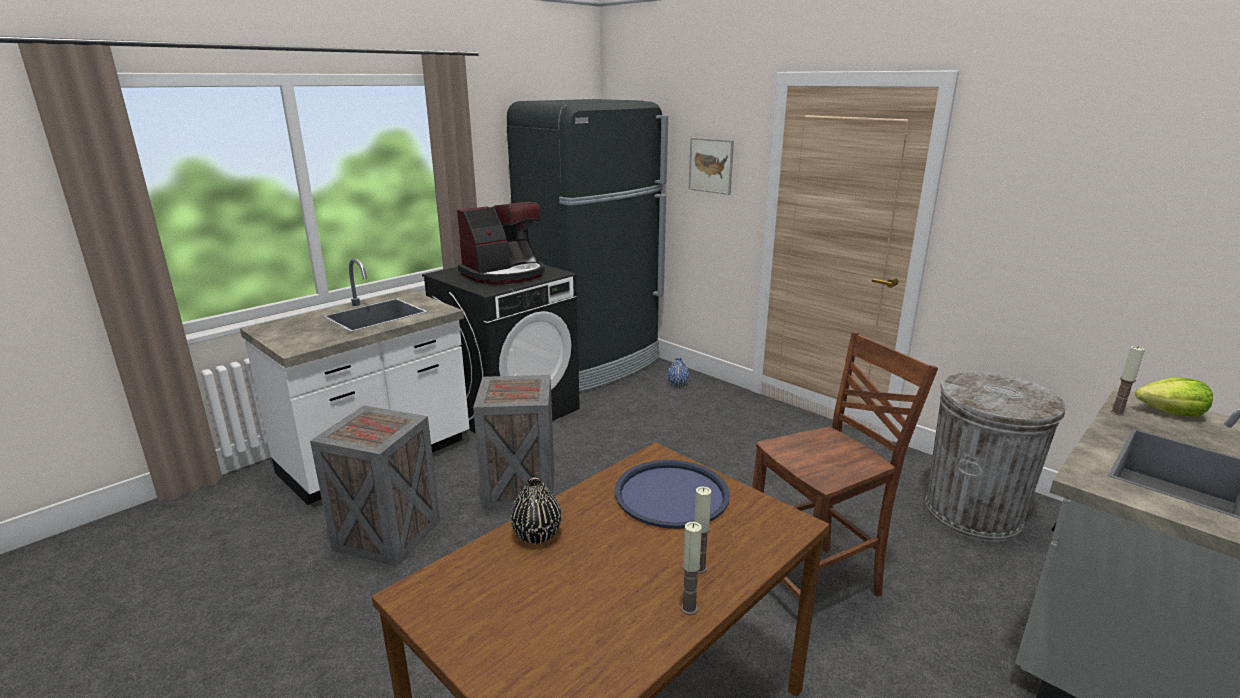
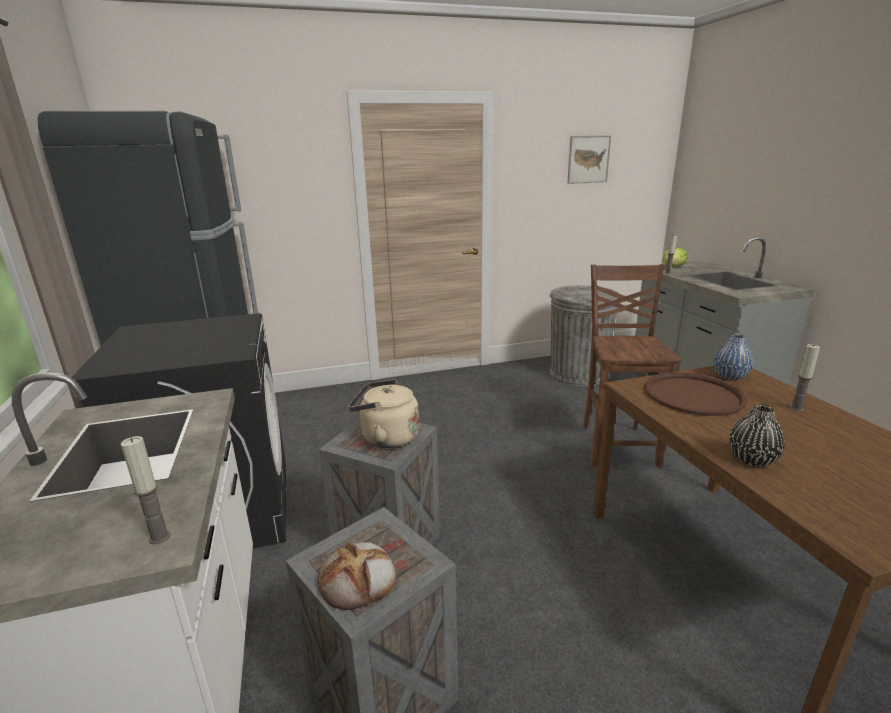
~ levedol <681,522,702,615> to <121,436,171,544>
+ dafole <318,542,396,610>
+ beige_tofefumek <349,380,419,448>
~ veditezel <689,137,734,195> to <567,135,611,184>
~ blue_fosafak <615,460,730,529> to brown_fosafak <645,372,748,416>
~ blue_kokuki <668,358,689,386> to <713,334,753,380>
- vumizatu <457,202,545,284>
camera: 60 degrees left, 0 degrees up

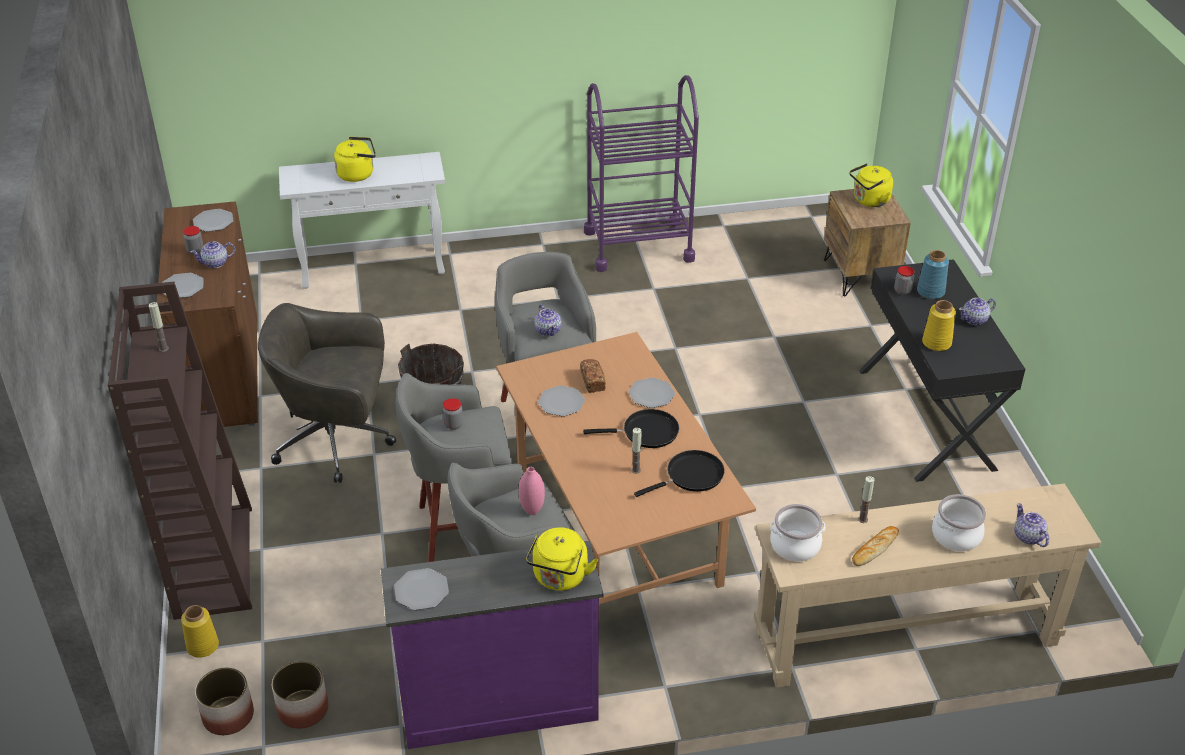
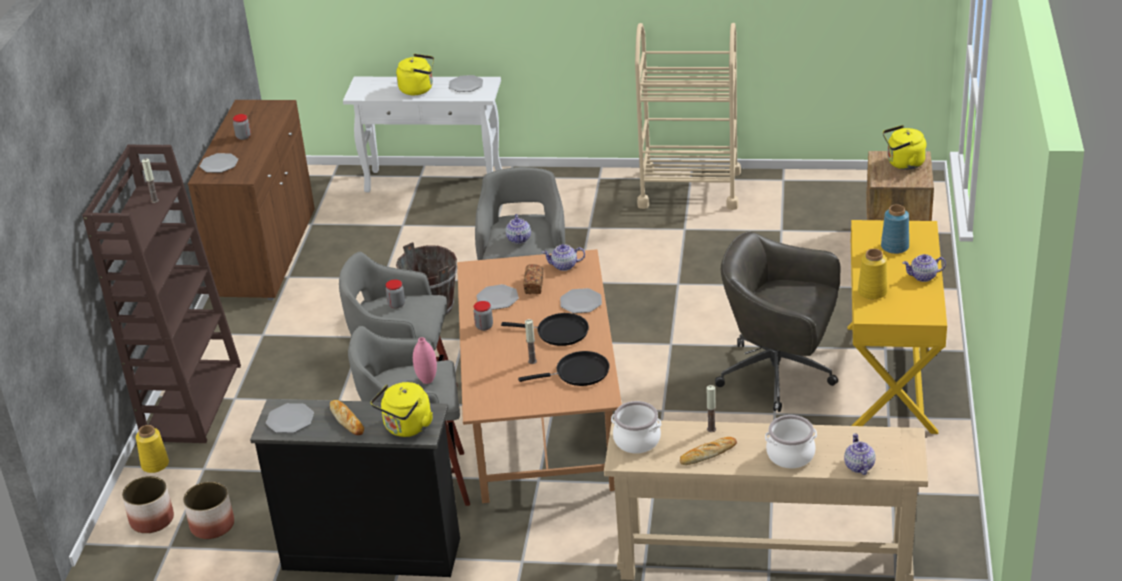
~ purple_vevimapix <381,541,603,749> to black_vevimapix <250,399,460,577>
+ dafole <330,400,364,435>
~ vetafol <193,209,234,232> to <449,75,483,92>
~ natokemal <894,266,915,295> to <473,301,493,331>
~ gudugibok <190,241,235,268> to <542,244,585,271>
~ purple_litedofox <584,75,699,272> to beige_litedofox <635,23,741,210>
~ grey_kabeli <258,303,396,483> to <715,231,840,412>
~ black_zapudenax <859,259,1025,482> to yellow_zapudenax <847,220,947,434>
camera: 20 degrees right, 5 degrees down

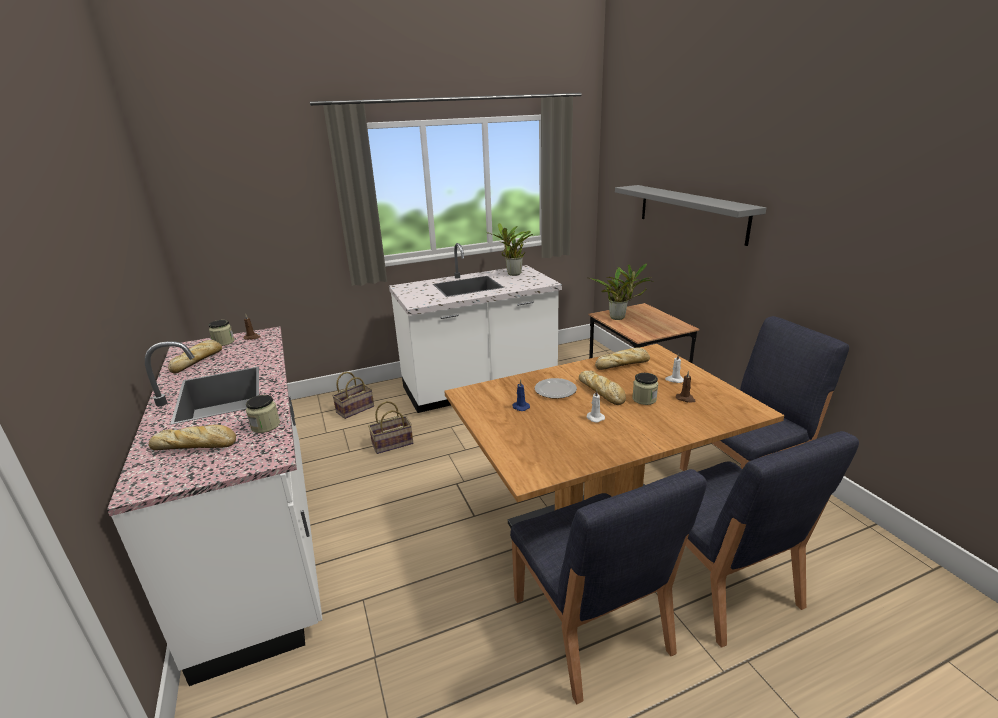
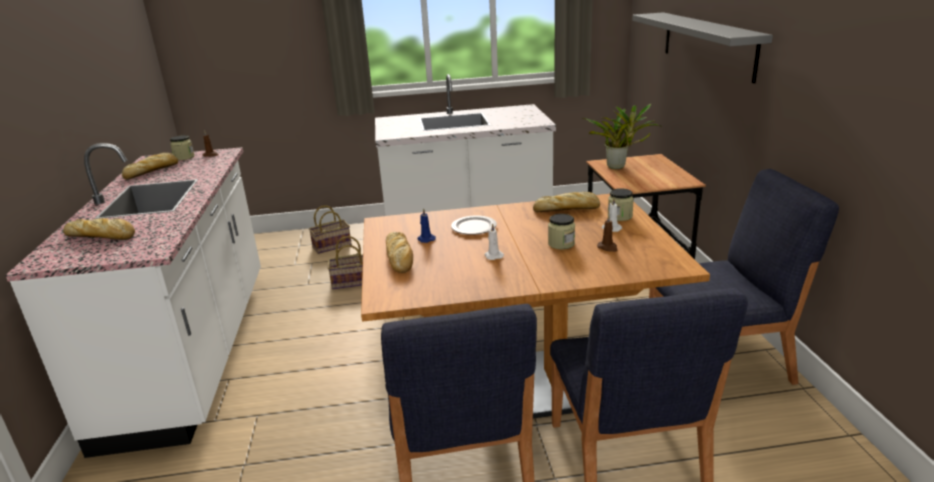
~ dafole <579,370,626,405> to <386,232,413,273>
~ natokemal <246,395,280,433> to <608,188,634,221>
- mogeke <487,223,533,276>
camera: 15 degrees right, 0 degrees up

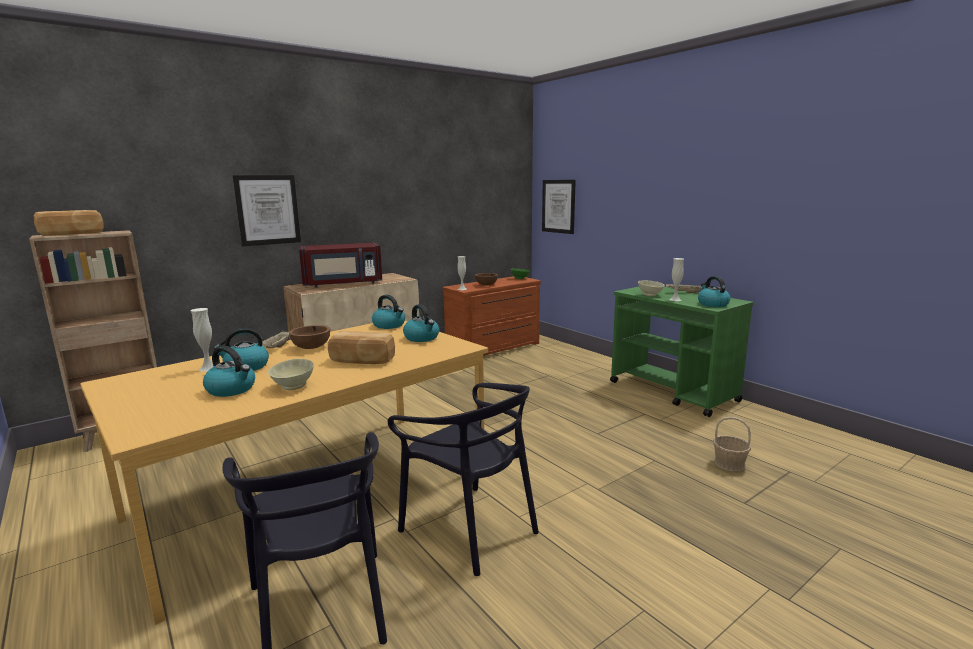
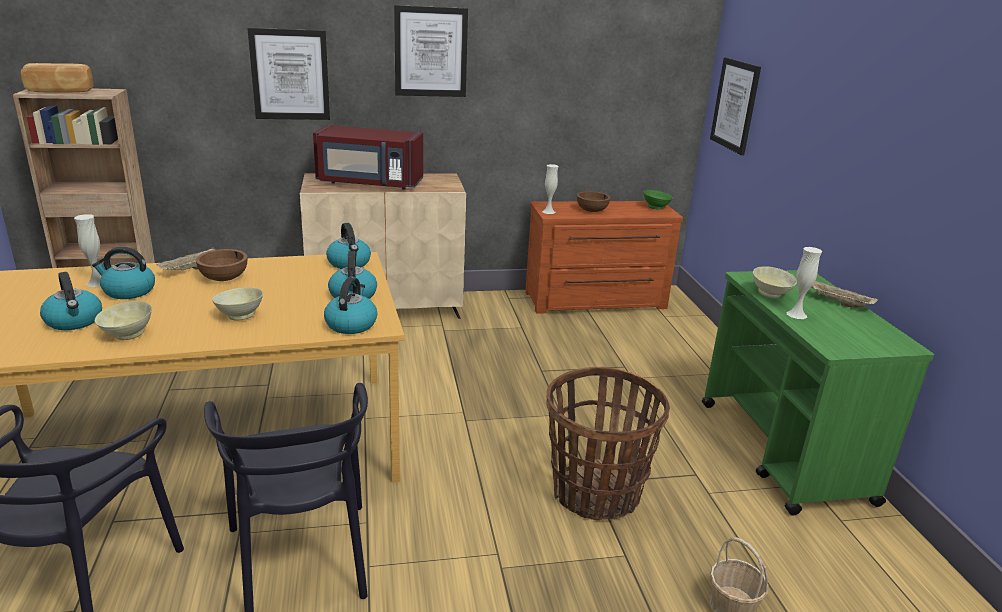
~ dafole <328,331,395,364> to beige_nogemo <212,287,263,321>
~ tofefumek <698,276,731,307> to <324,277,377,334>
+ veditezel <394,5,468,97>
+ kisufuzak <546,367,670,520>
camera: 25 degrees right, 10 degrees up

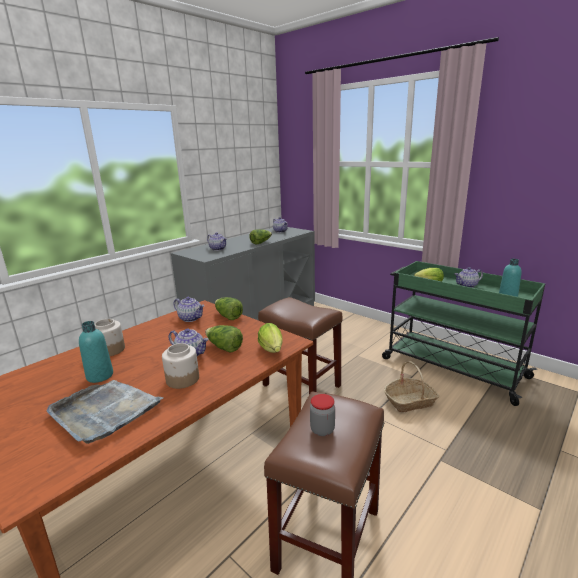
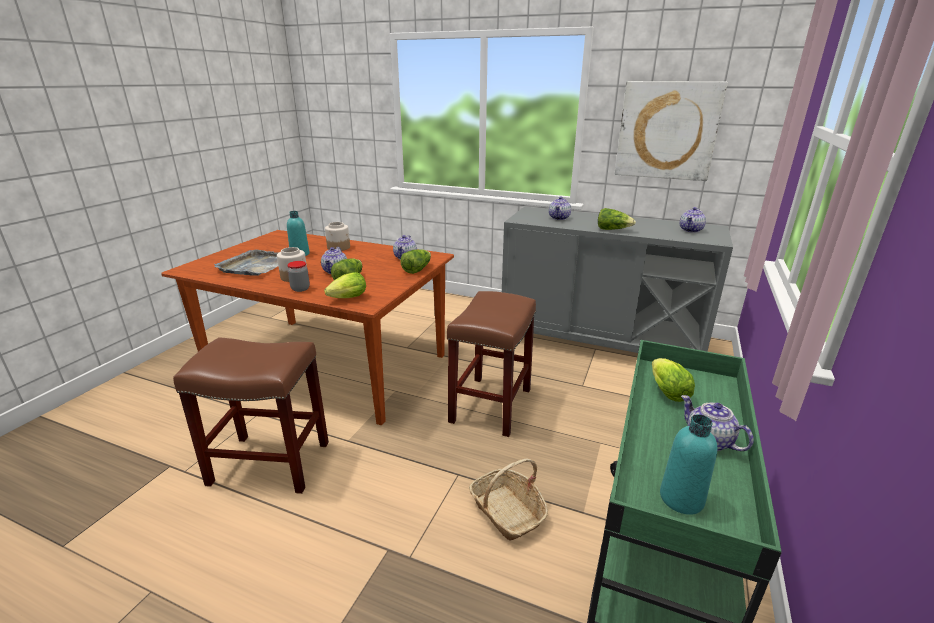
~ natokemal <310,394,335,436> to <287,261,310,292>
+ veditezel <615,81,728,181>
camera: 70 degrees right, 5 degrees up

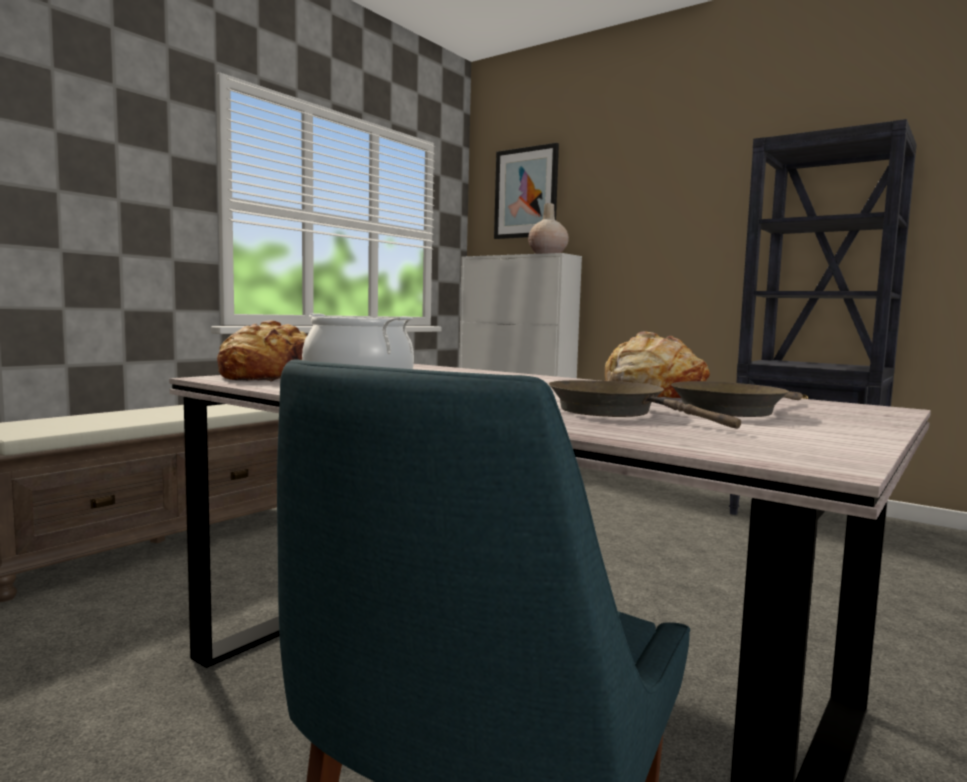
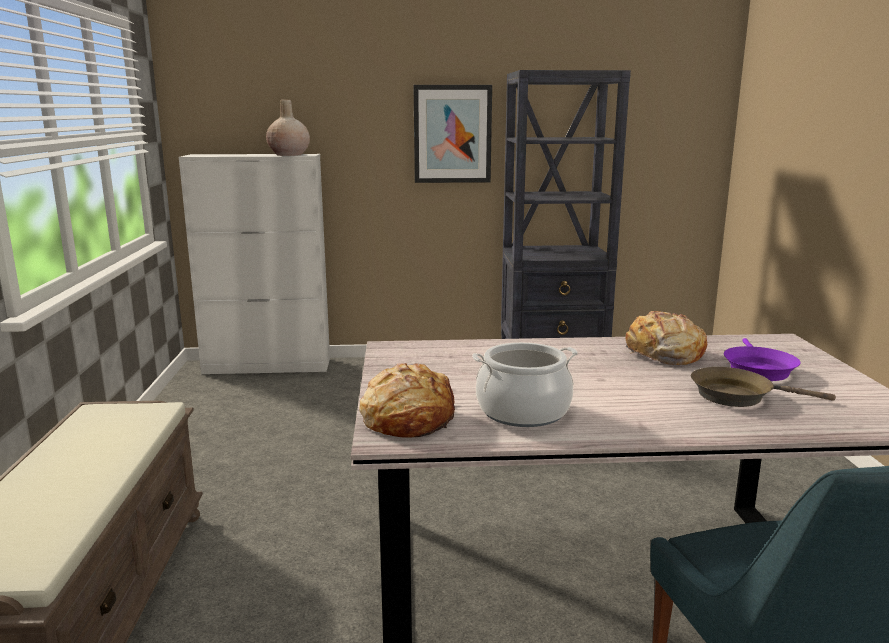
~ veditezel <494,143,559,239> to <414,85,492,183>
~ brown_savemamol <671,381,803,417> to purple_savemamol <724,338,801,381>
camera: 40 degrees left, 10 degrees up

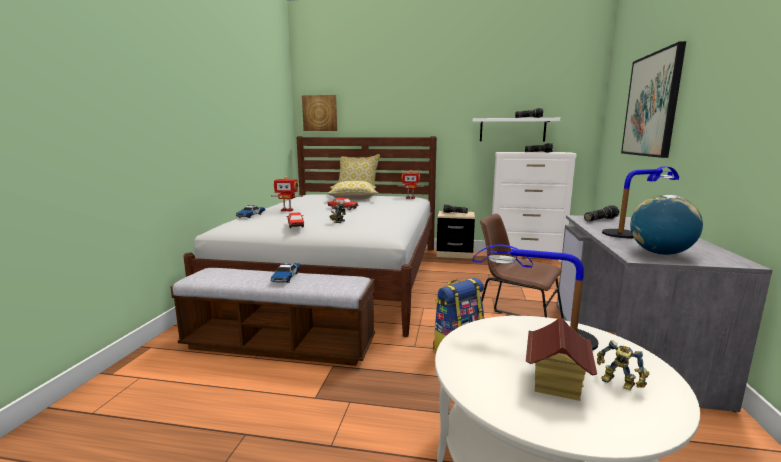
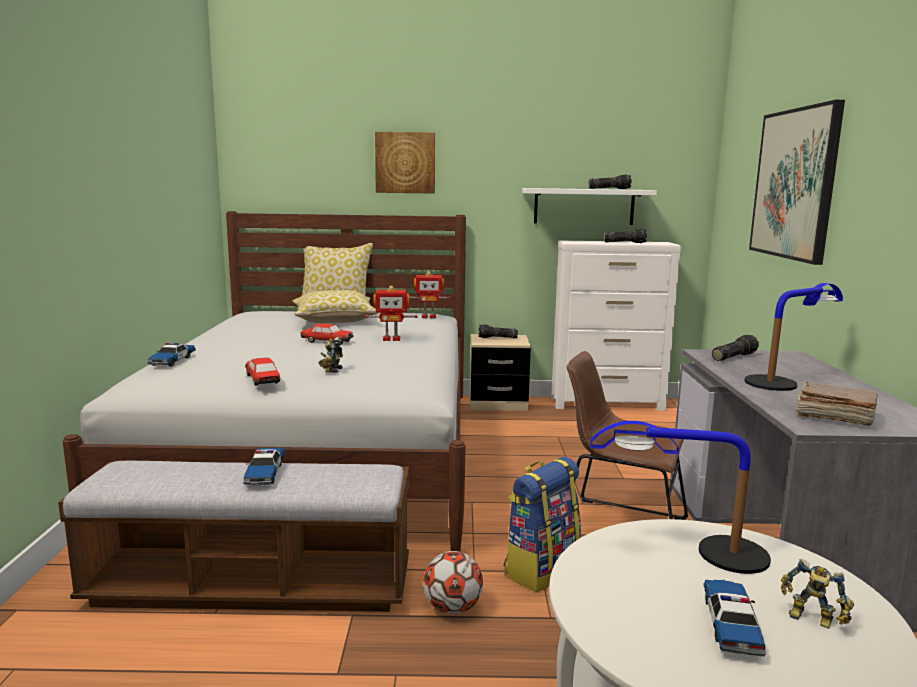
~ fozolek <271,176,303,211> to <365,286,418,341>
~ veditezel <302,95,337,131> to <375,132,435,194>
+ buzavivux <423,551,483,614>
~ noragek <526,318,597,401> to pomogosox <704,580,766,657>
~ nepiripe <630,195,703,255> to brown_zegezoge <796,382,878,426>
camera: 10 degrees left, 0 degrees up

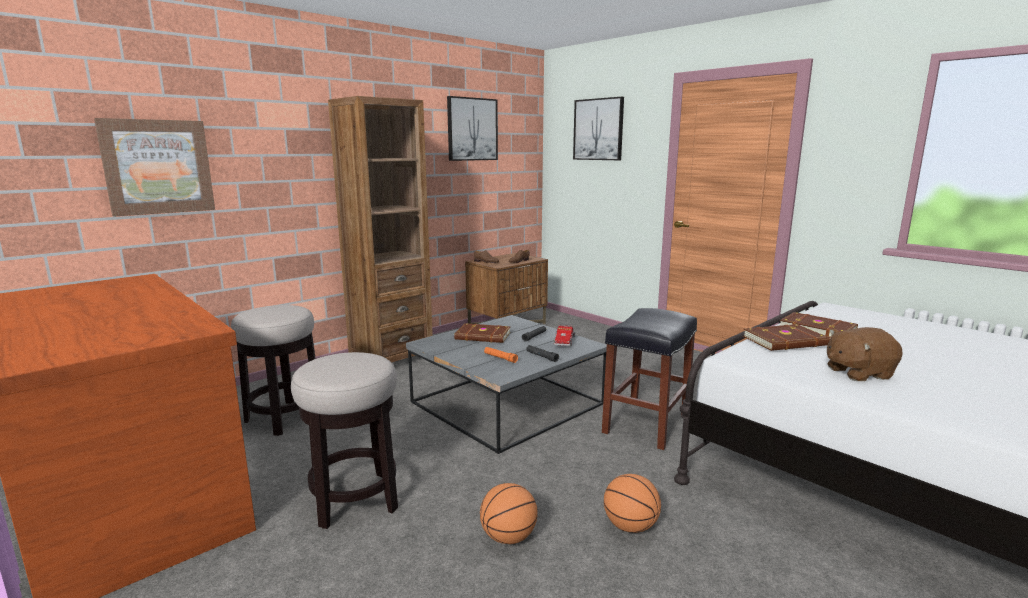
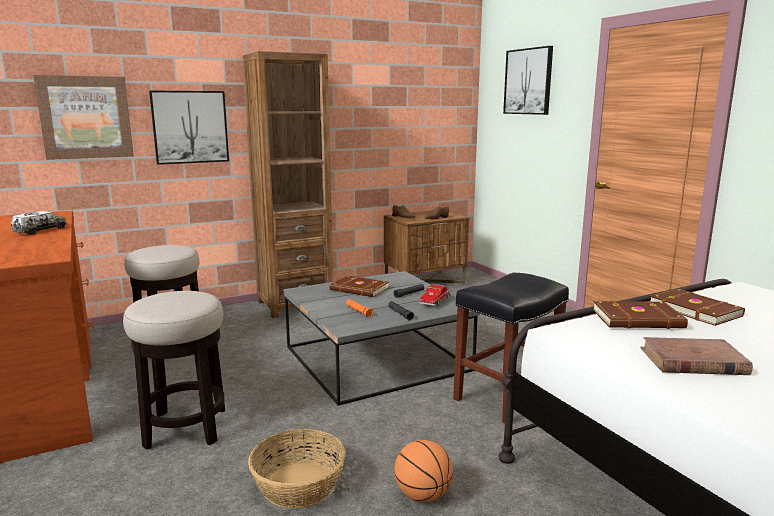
+ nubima <11,211,67,235>
~ veditezel <447,96,498,161> to <149,90,229,165>
~ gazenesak <480,483,538,544> to kisufuzak <248,429,346,509>
~ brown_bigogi <827,327,903,381> to brown_zegezoge <640,337,753,375>
camera: 15 degrees right, 0 degrees up

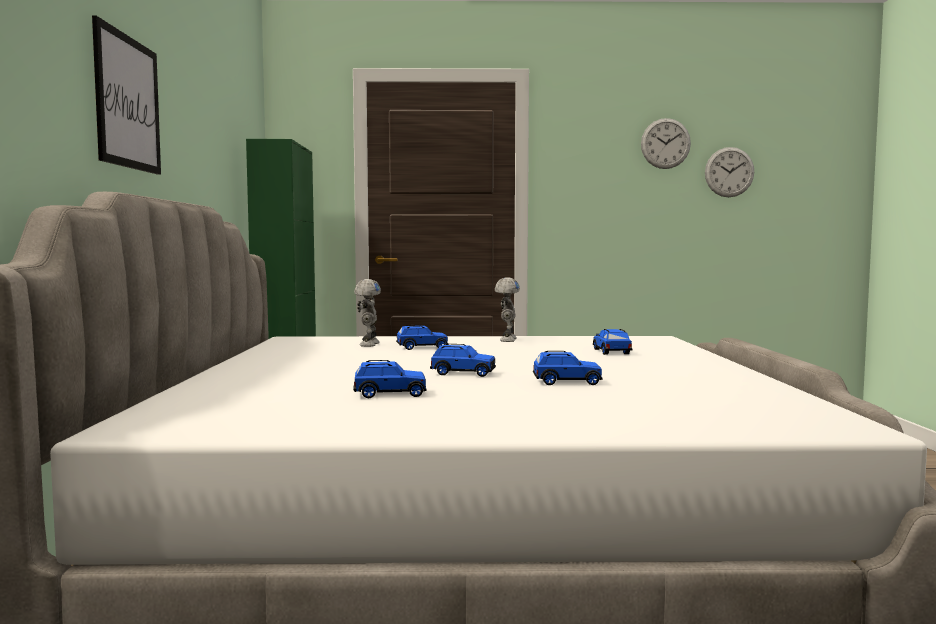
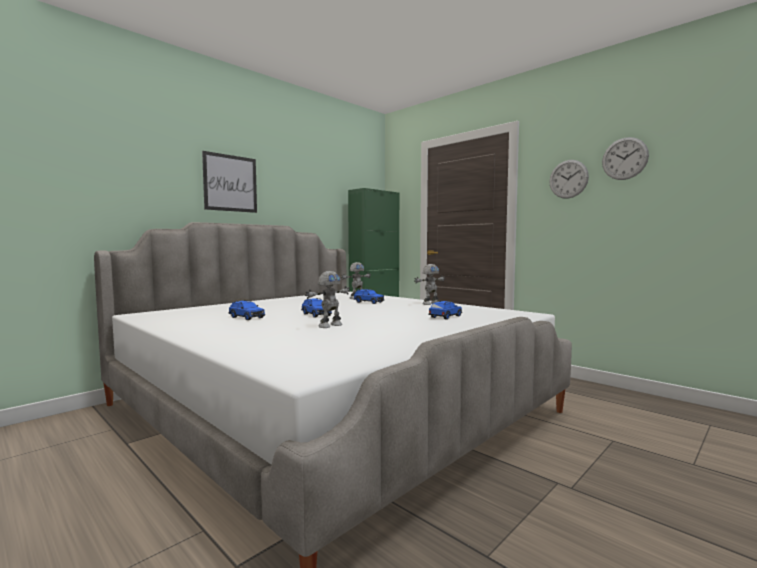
~ blue_pomogosox <533,351,602,385> to fozolek <305,271,350,328>
~ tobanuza <705,147,754,197> to <549,160,589,199>
camera: 45 degrees right, 0 degrees up

